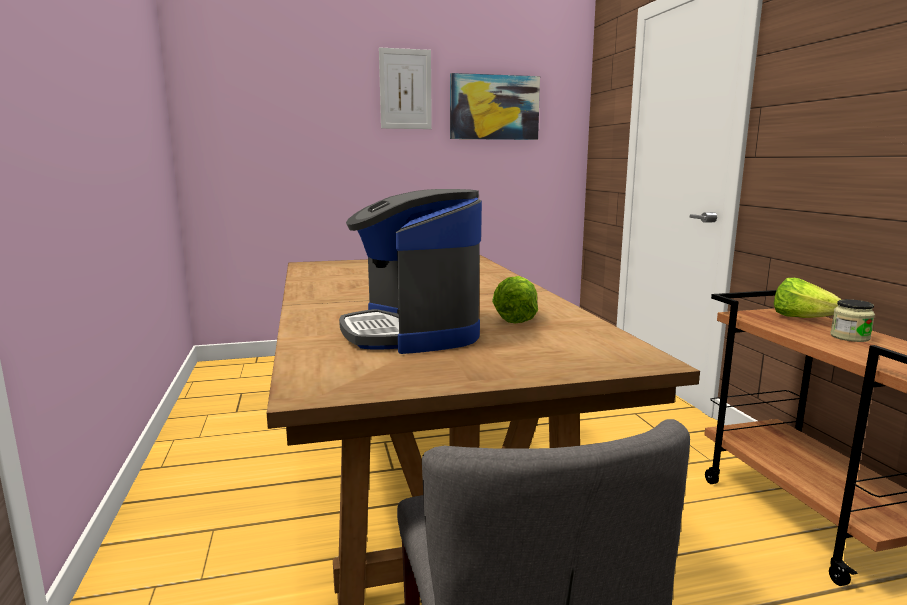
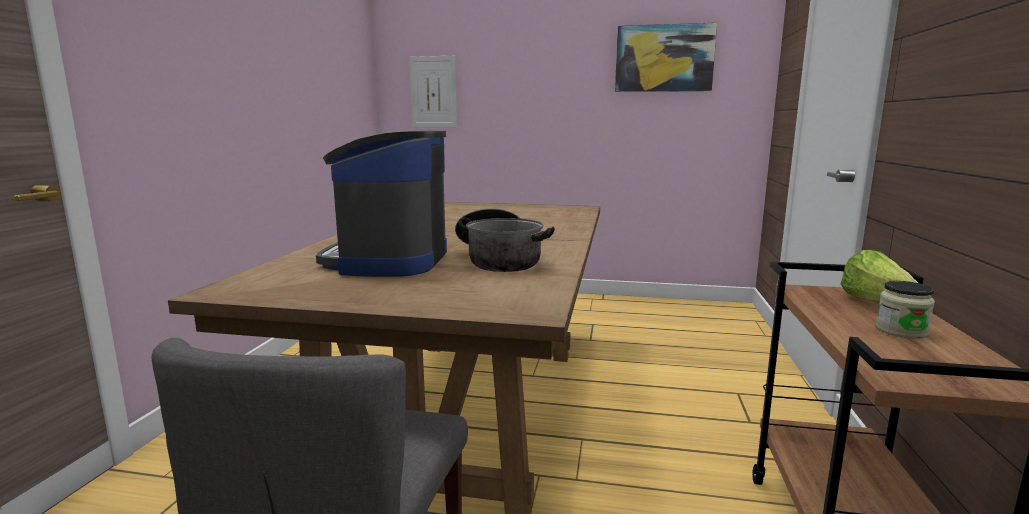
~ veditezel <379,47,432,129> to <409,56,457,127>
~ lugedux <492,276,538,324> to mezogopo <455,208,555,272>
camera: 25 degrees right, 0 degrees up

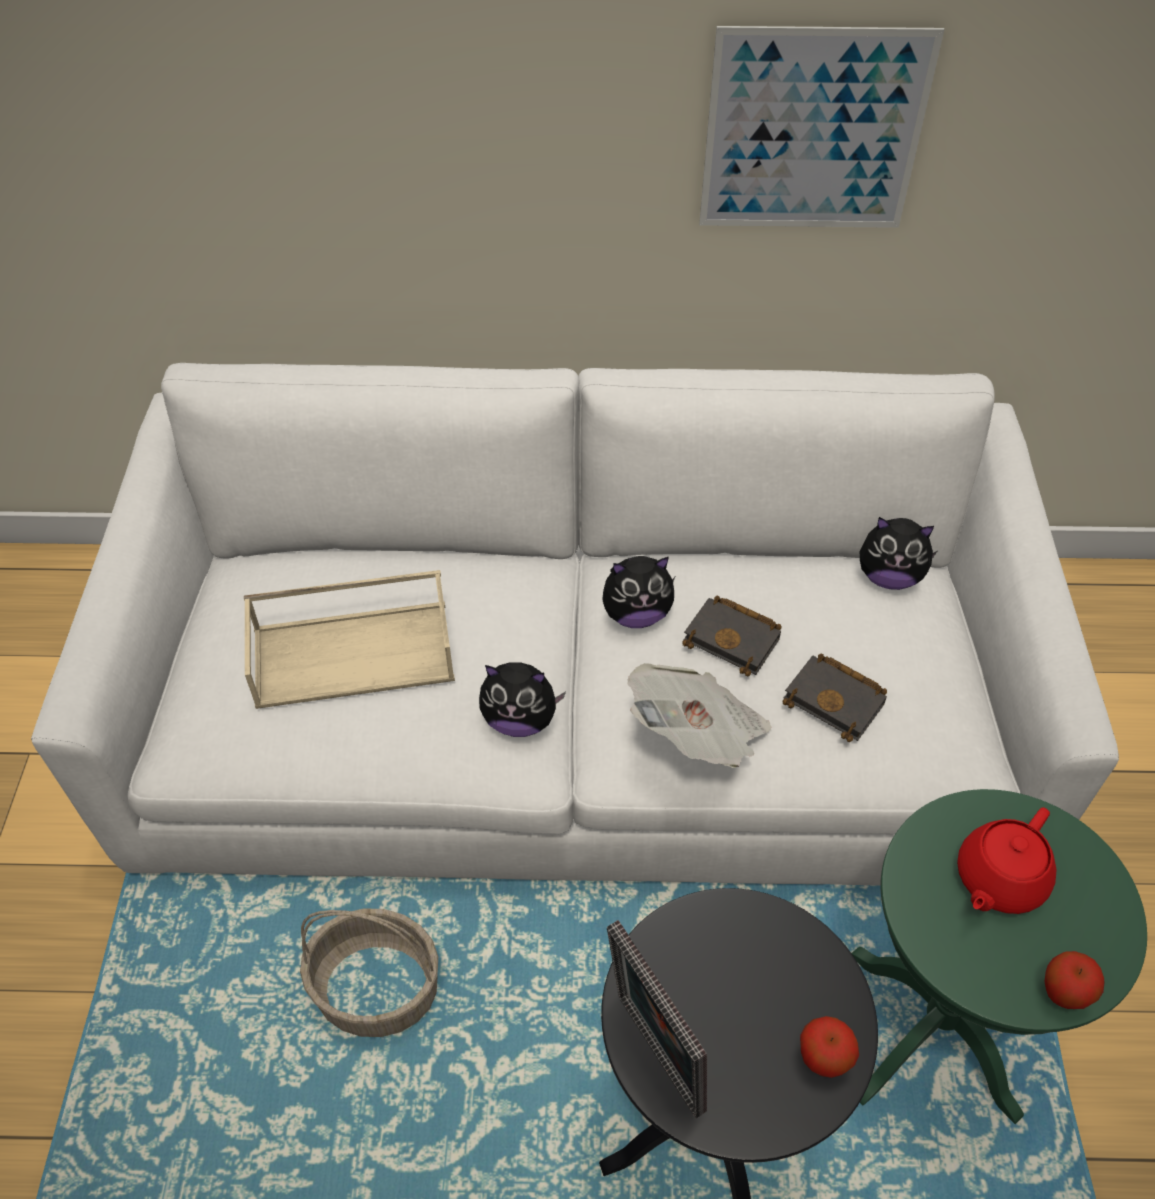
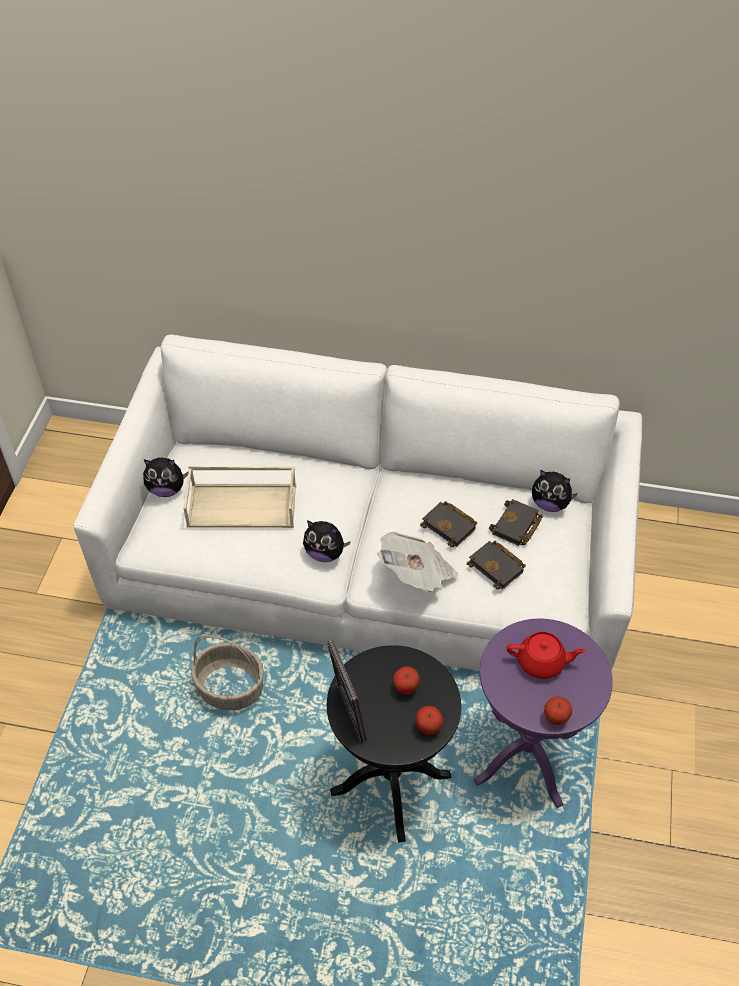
~ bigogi <602,556,675,628> to <143,457,188,497>
+ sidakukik <393,666,420,695>
~ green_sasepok <852,789,1147,1124> to purple_sasepok <473,619,613,808>
+ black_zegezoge <489,499,543,546>
~ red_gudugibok <957,808,1056,914> = <507,632,586,679> 135 degrees counterclockwise
- veditezel <699,26,944,228>
camera: 10 degrees right, 0 degrees up

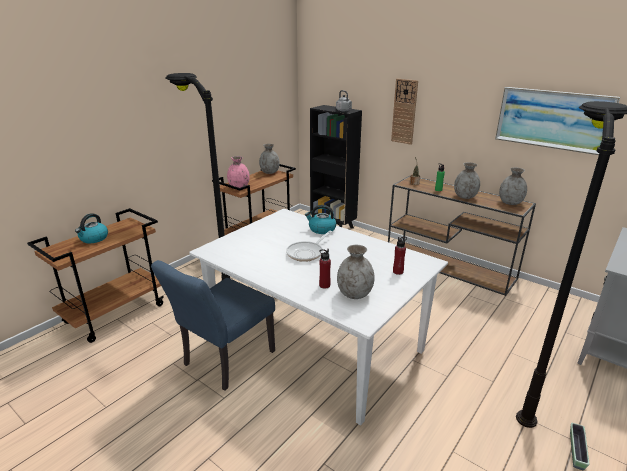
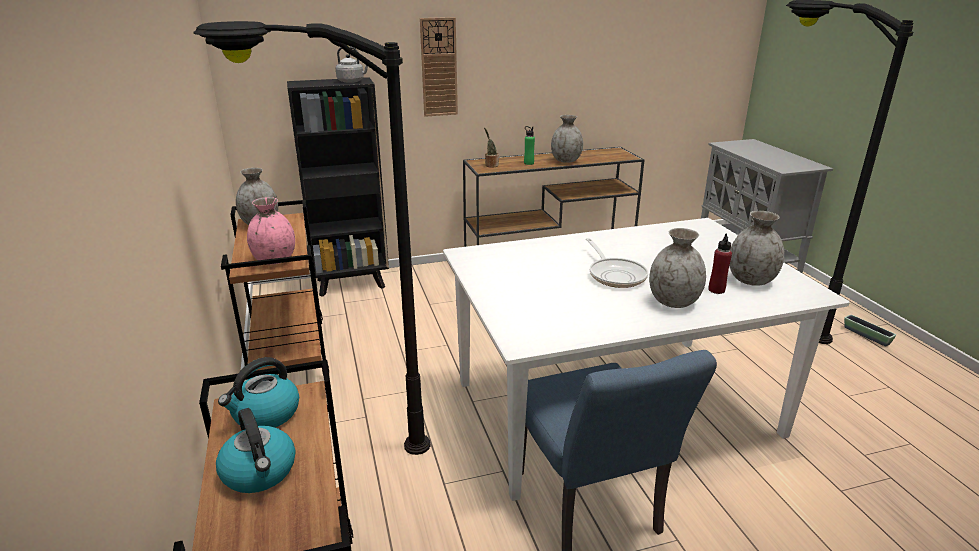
~ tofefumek <305,205,336,234> to <218,357,299,428>
~ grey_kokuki <499,167,527,205> to <649,228,706,308>
- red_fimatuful <393,236,407,275>
- veditezel <495,87,620,155>
camera: 55 degrees left, 0 degrees up

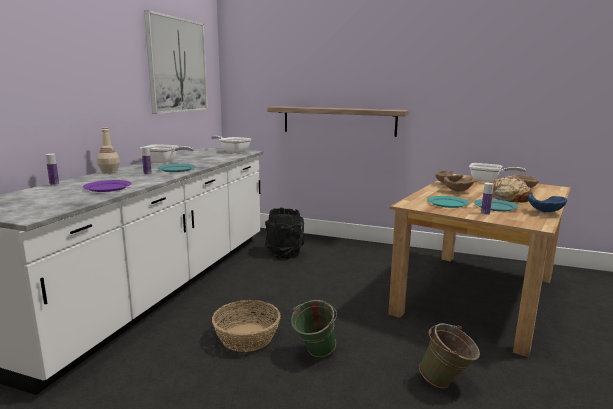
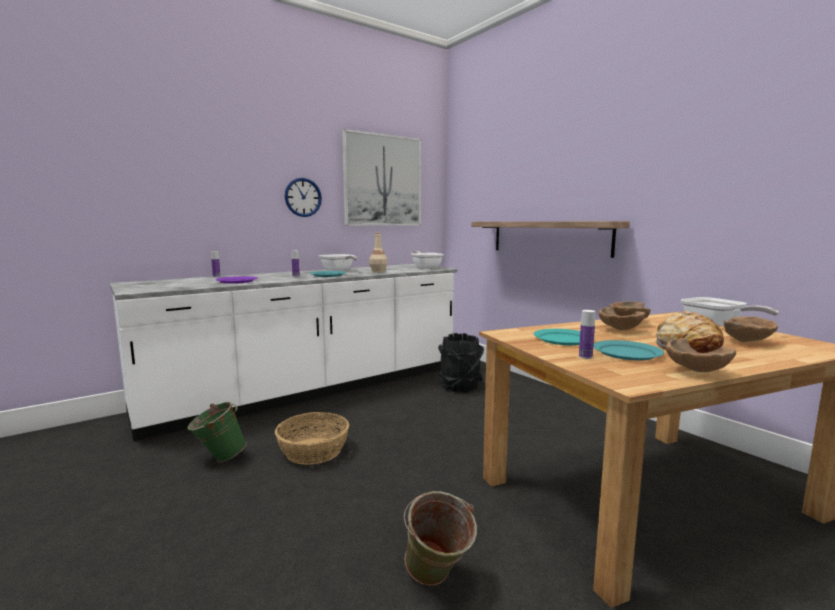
~ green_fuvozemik <291,300,337,357> to <188,402,247,462>
+ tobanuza <285,178,322,217>
~ beige_fimatuful <97,127,120,173> to <369,232,387,272>
~ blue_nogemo <528,194,567,212> to brown_nogemo <666,338,736,372>
camera: 35 degrees right, 5 degrees down

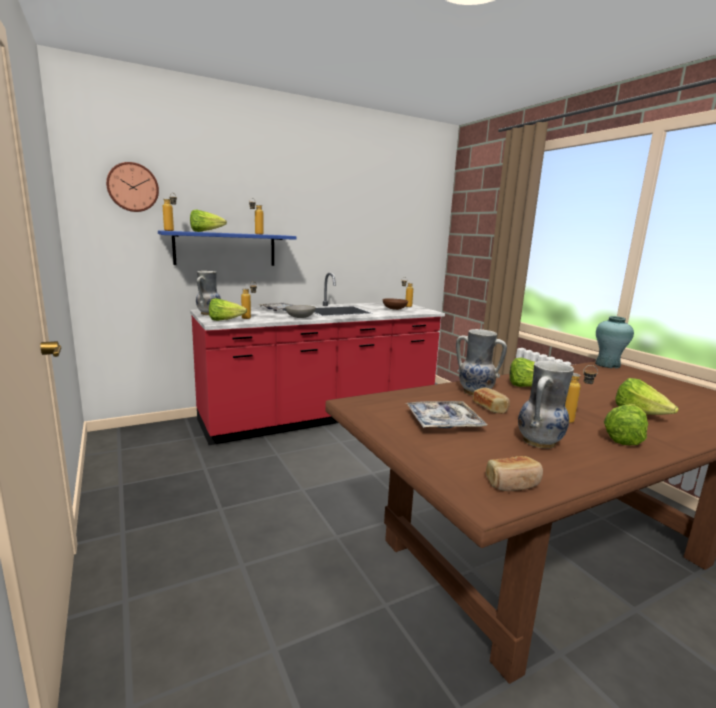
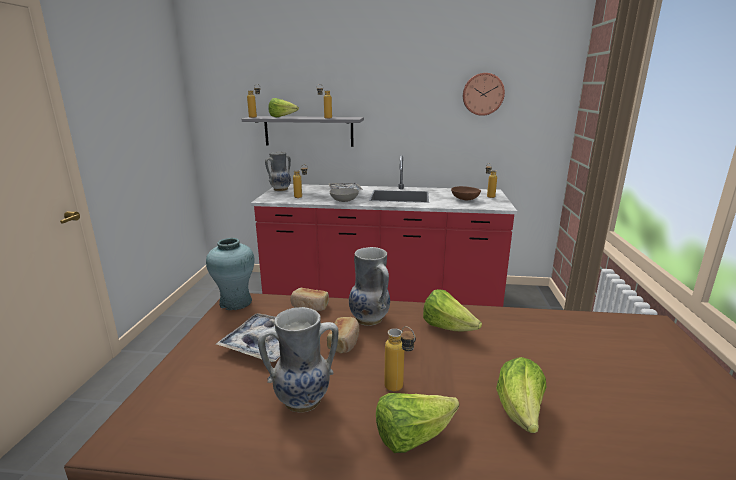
~ turquoise_kokuki <595,316,634,368> to <206,238,255,310>
~ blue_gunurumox <158,230,296,266> to grey_gunurumox <241,116,364,147>
~ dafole <486,456,543,491> to <291,288,329,311>
~ tobanuza <106,162,159,212> to <463,73,505,116>
- lugedux <209,298,247,321>
camera: 35 degrees right, 5 degrees up

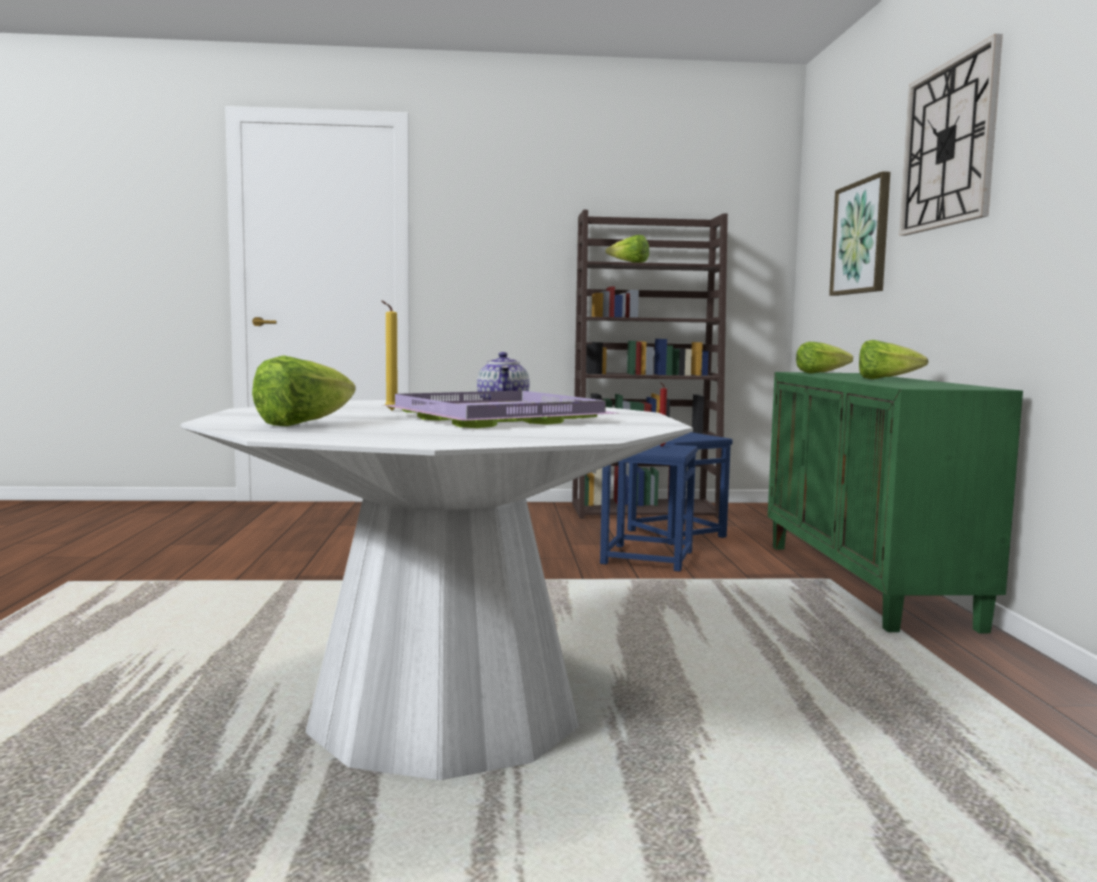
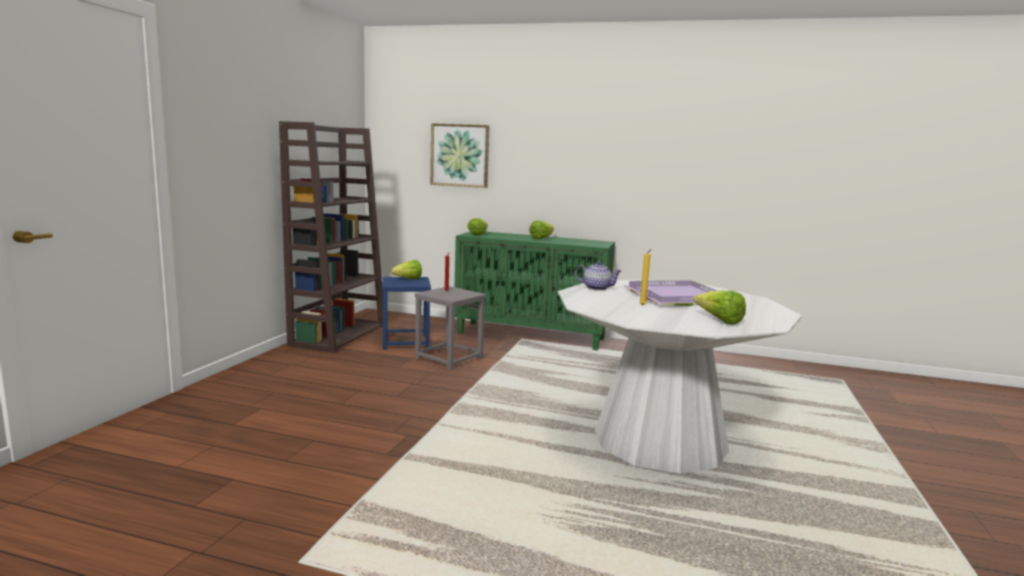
~ lugedux <606,235,649,263> to <390,260,422,279>
~ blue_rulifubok <600,444,698,571> to grey_rulifubok <415,286,486,370>
- tobanuza <899,34,1003,236>
camera: 70 degrees left, 5 degrees up

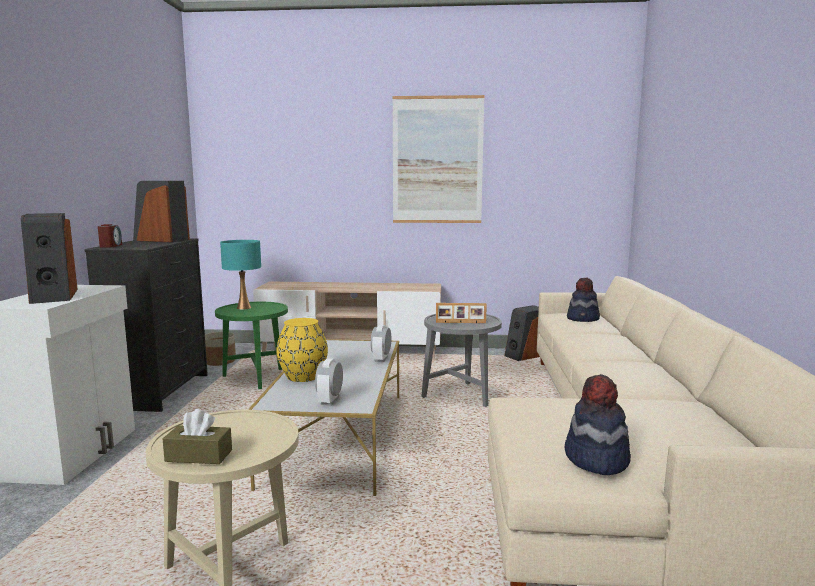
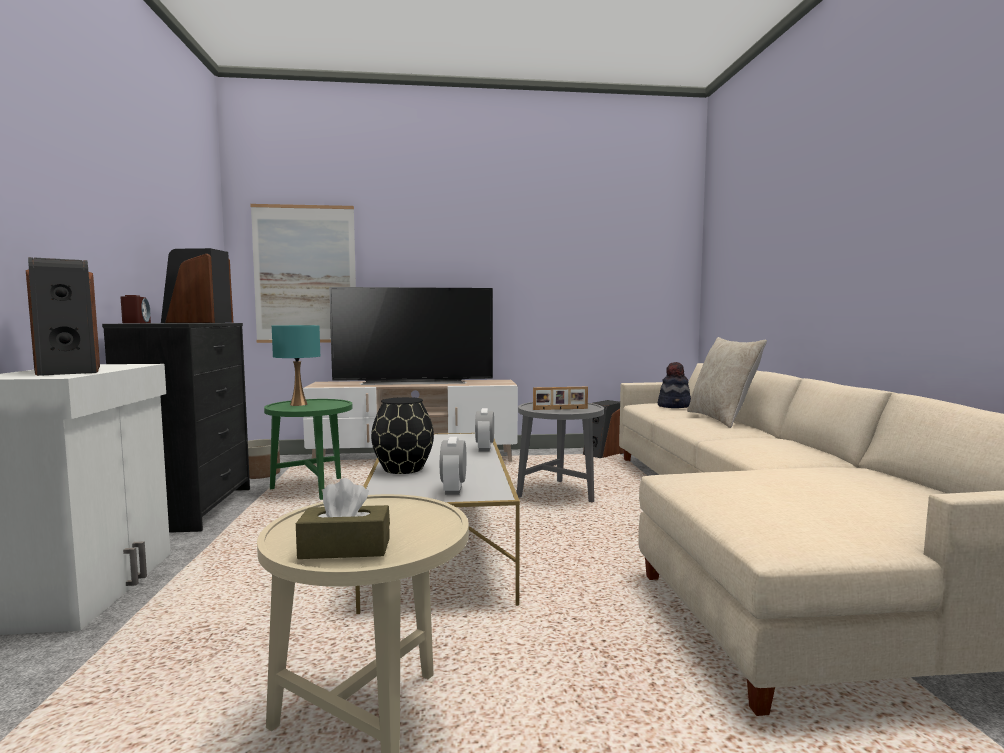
~ veditezel <392,95,484,223> to <250,204,356,343>
+ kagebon <329,287,493,385>
~ yellow_kokuki <276,318,328,382> to black_kokuki <371,397,434,474>
+ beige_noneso <687,337,767,428>
- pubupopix <565,374,631,475>
camera: 10 degrees left, 5 degrees down

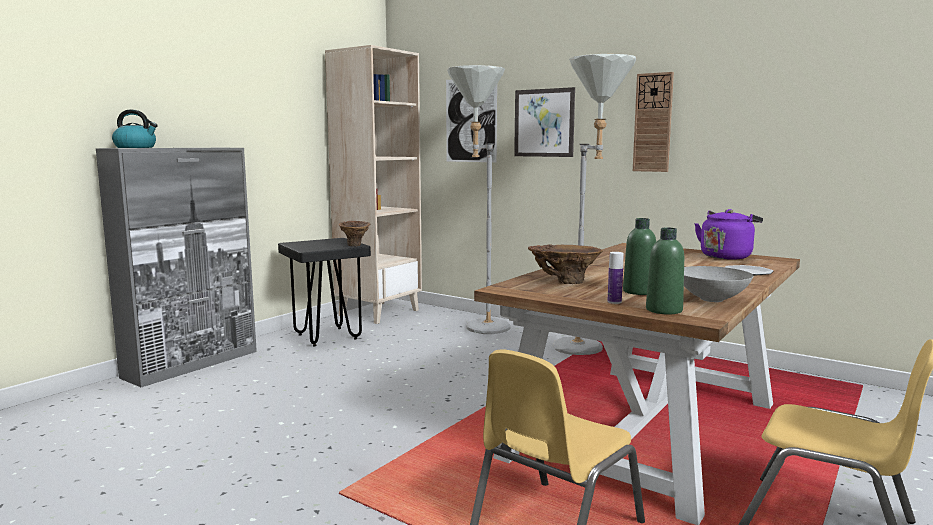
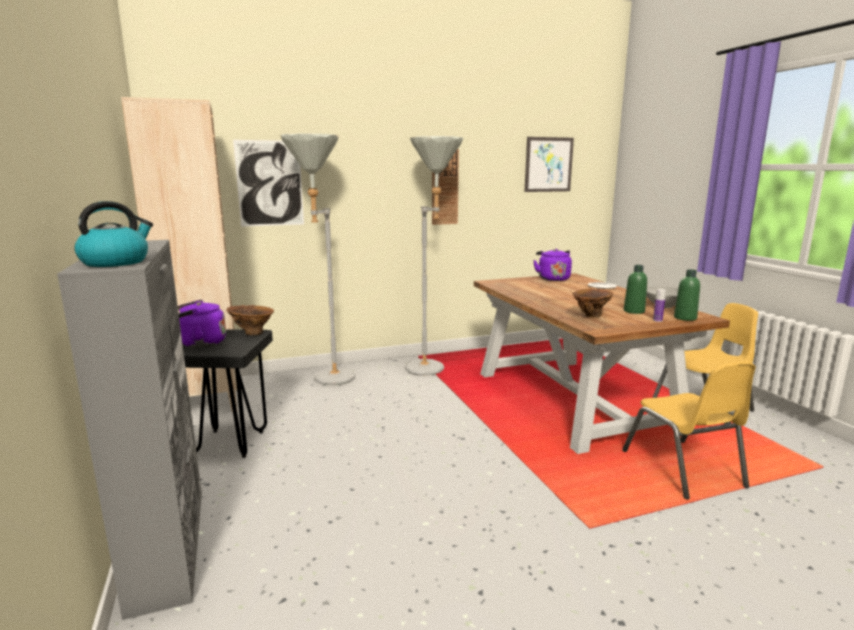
+ purple_tofefumek <178,299,226,348>
~ veditezel <514,87,575,157> to <525,137,574,192>
camera: 55 degrees left, 5 degrees up

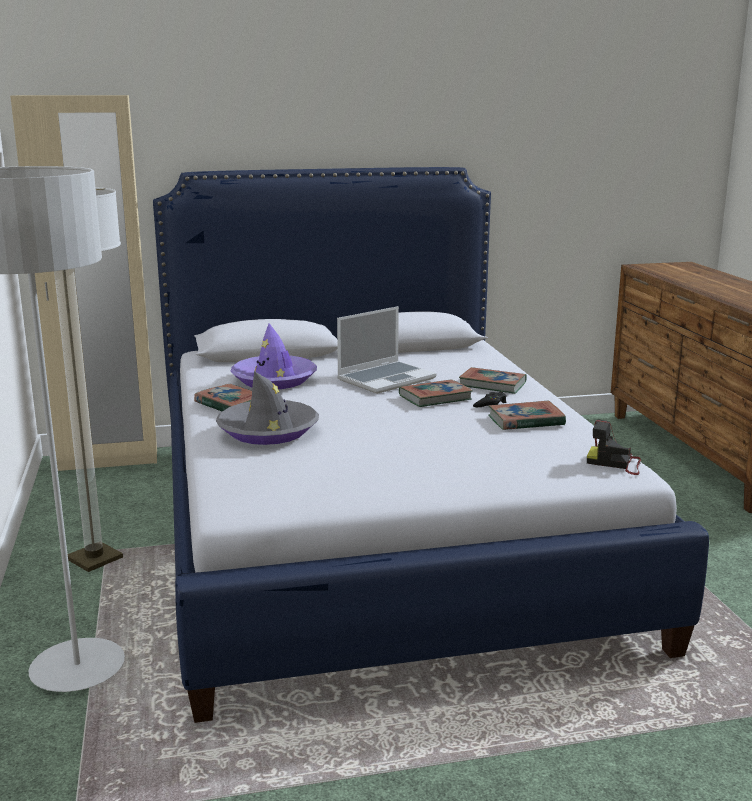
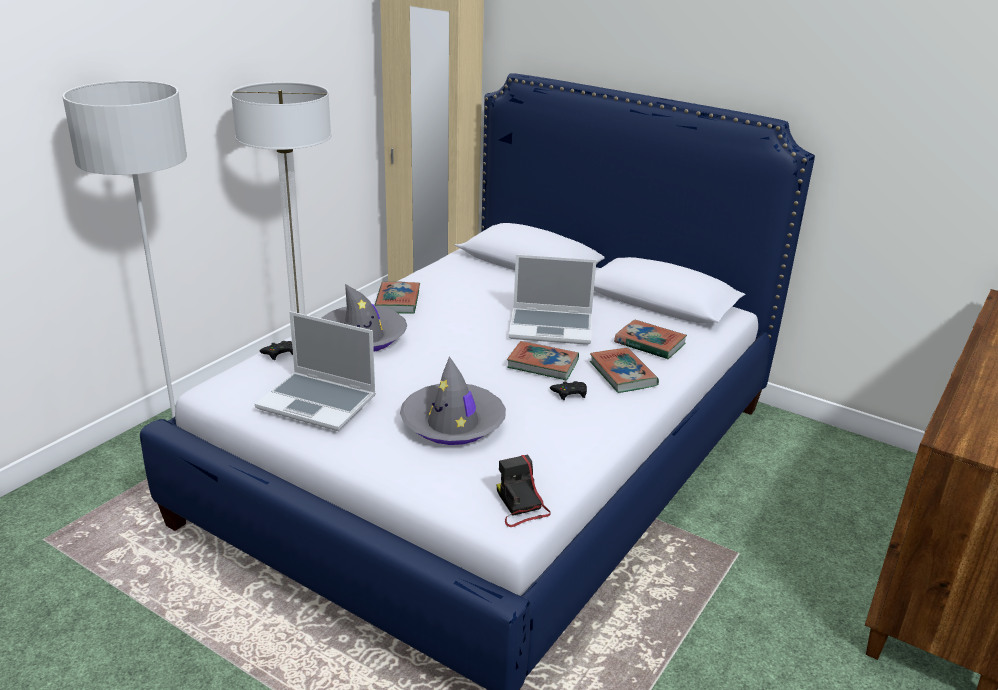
+ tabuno <255,311,376,431>
+ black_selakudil <260,341,293,360>
+ grey_pubupopix <400,356,506,445>
~ zegezoge <488,401,566,430> to <614,320,687,360>
- purple_pubupopix <230,323,317,389>
camera: 45 degrees right, 10 degrees up

